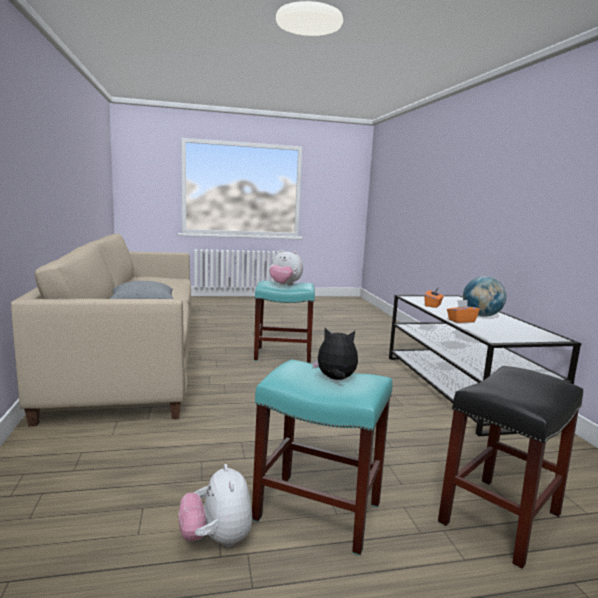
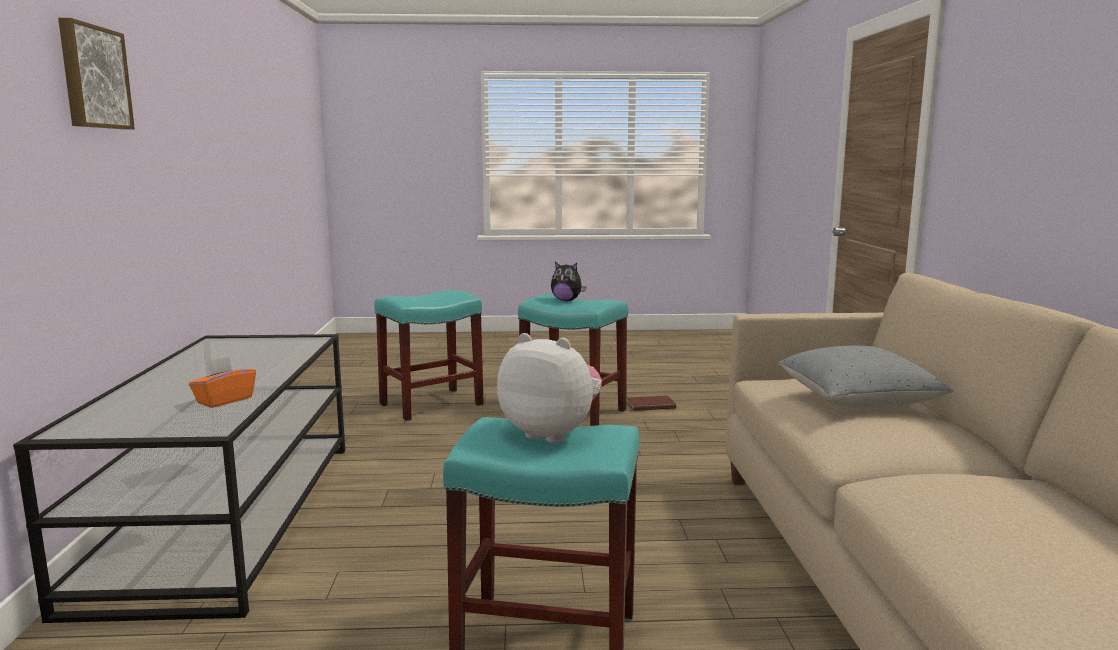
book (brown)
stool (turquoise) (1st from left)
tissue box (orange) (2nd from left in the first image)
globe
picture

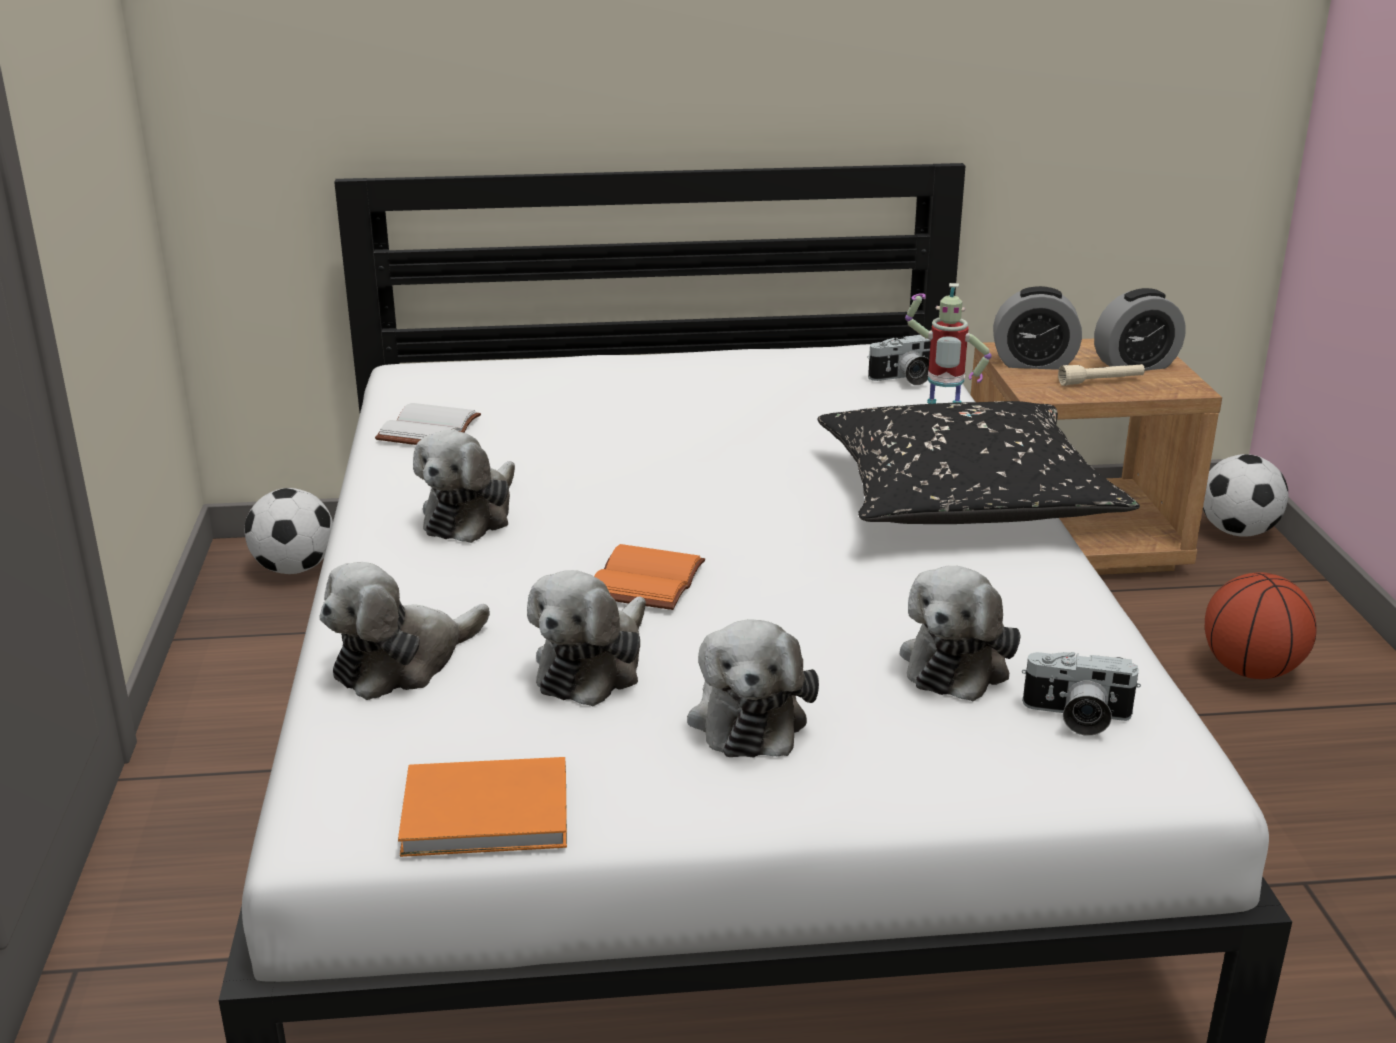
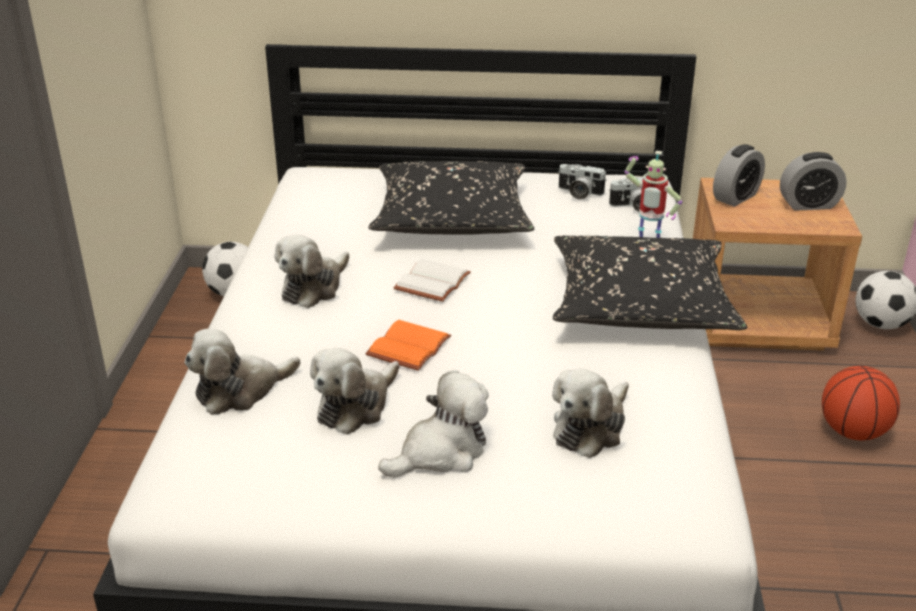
book (white)
book (orange) (1st from left in the first image)
plush toy (4th from left)
alarm clock (1st from left)
photo camera (1st from left)
flashlight (beige)
pillow (black) (1st from left)

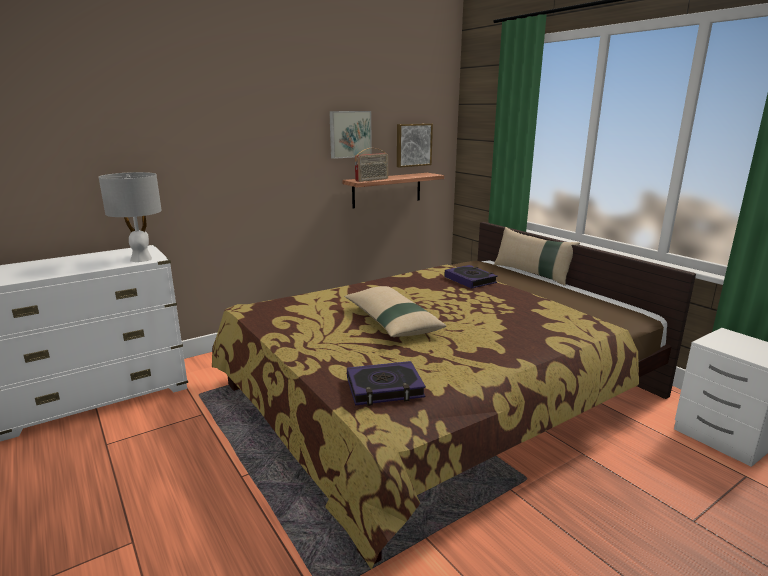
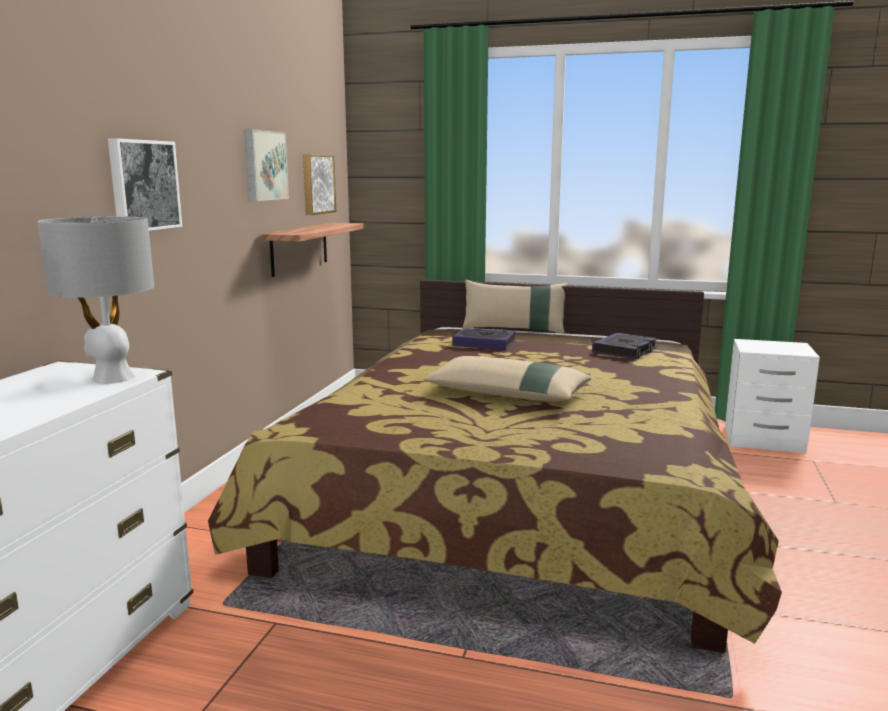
book (2nd from left)
radio
picture (1st from left)

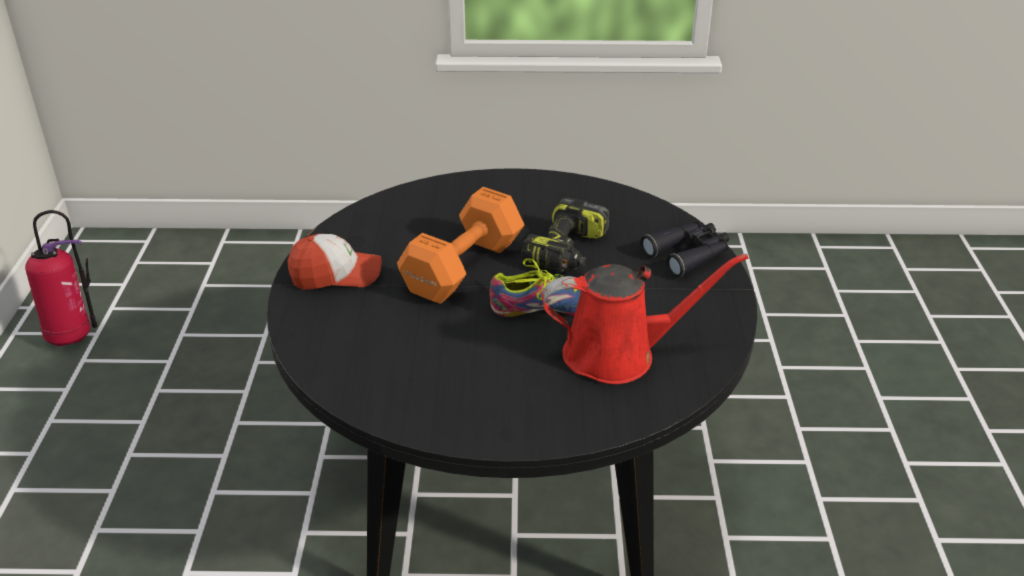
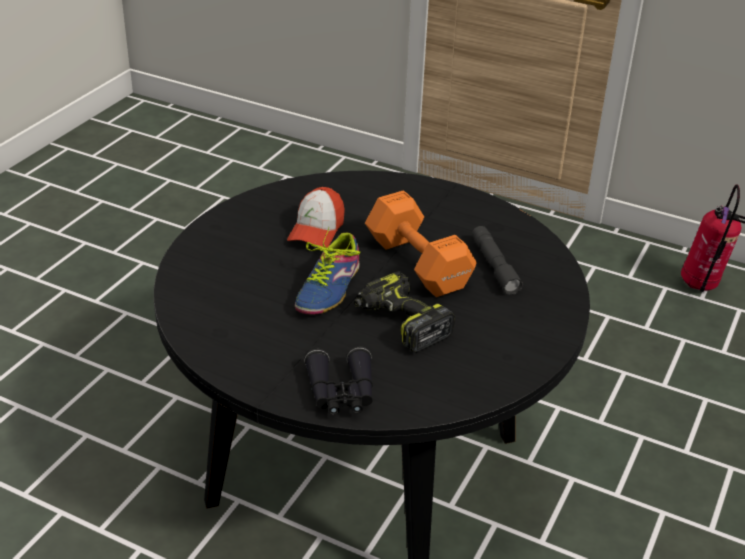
cap
watering can (red)
flashlight (grey)

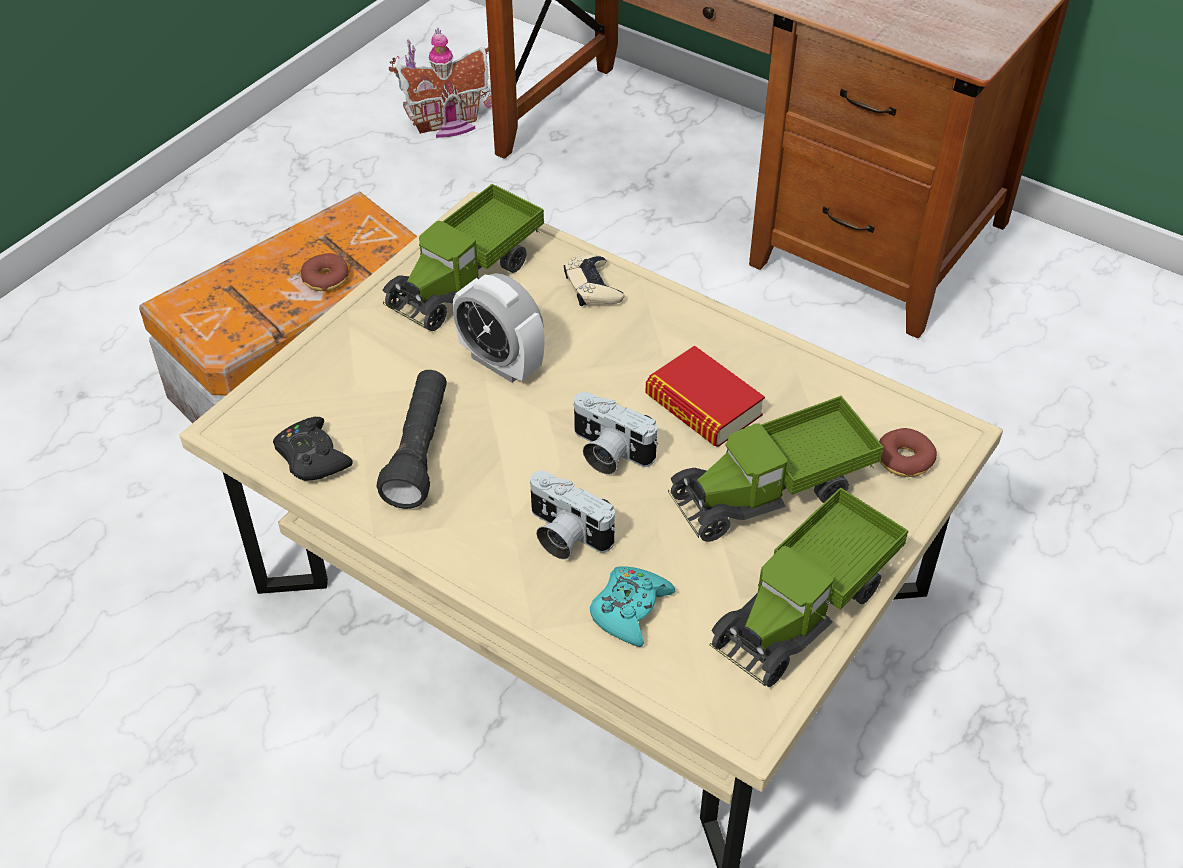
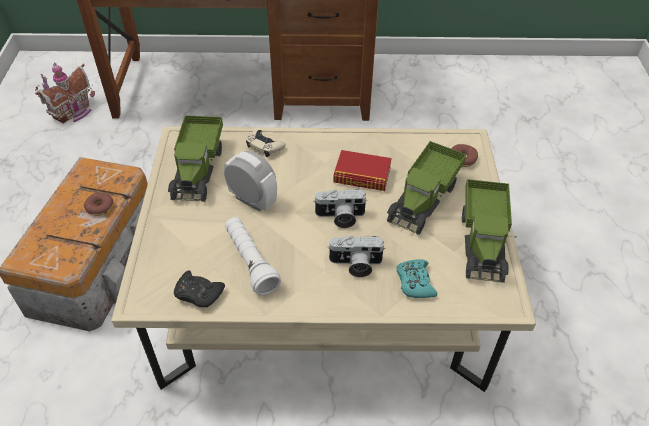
flashlight (white)
alarm clock

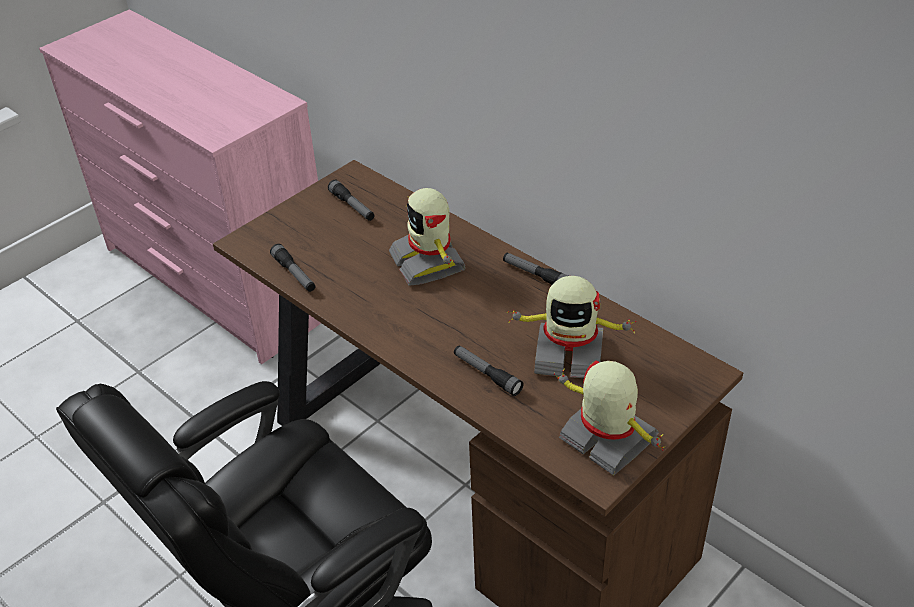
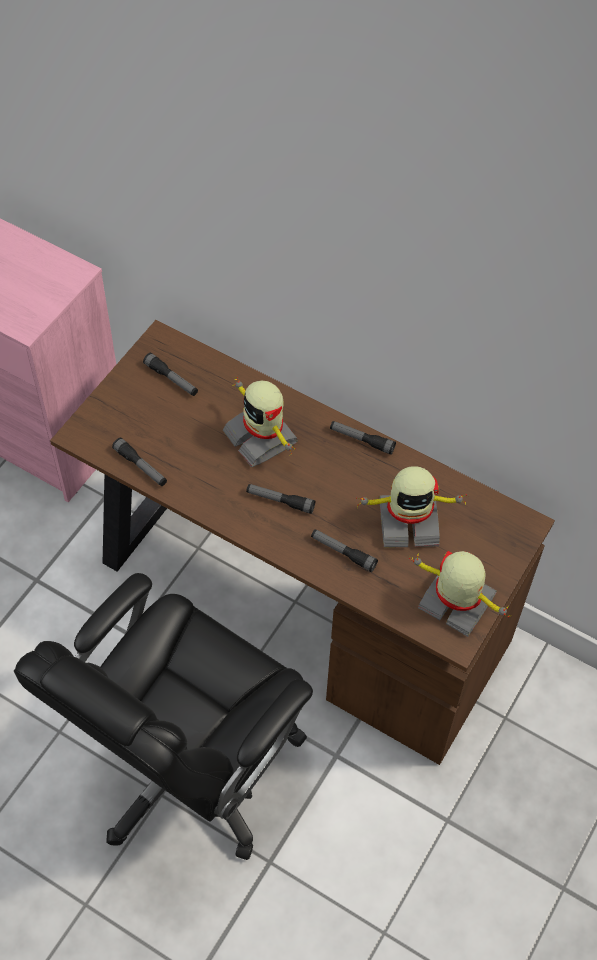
flashlight (3rd from left)

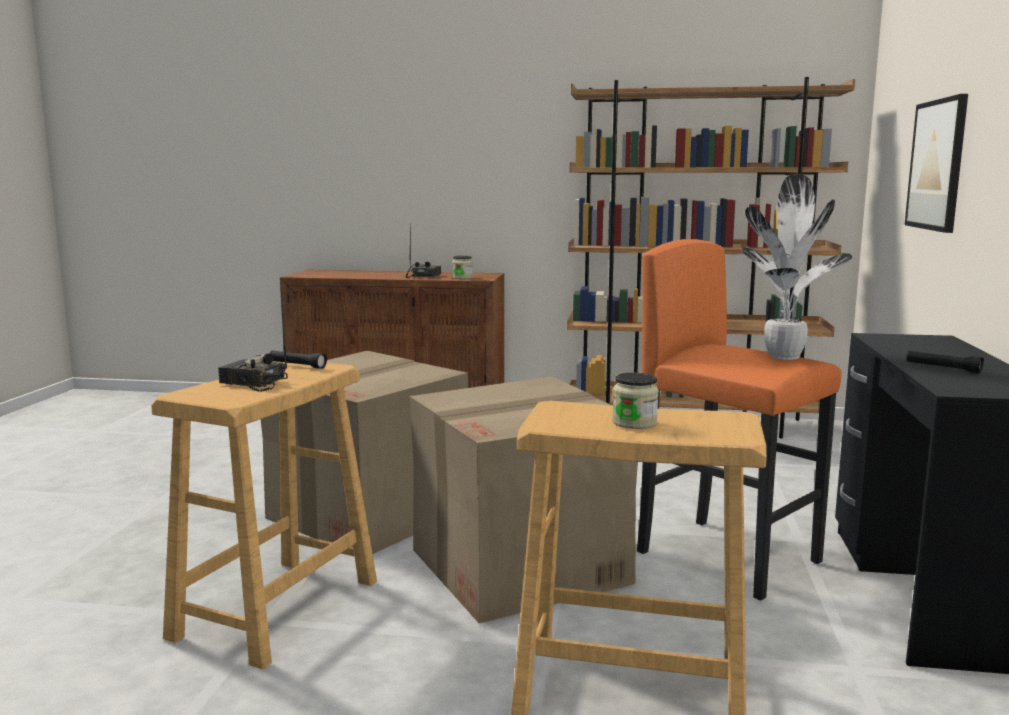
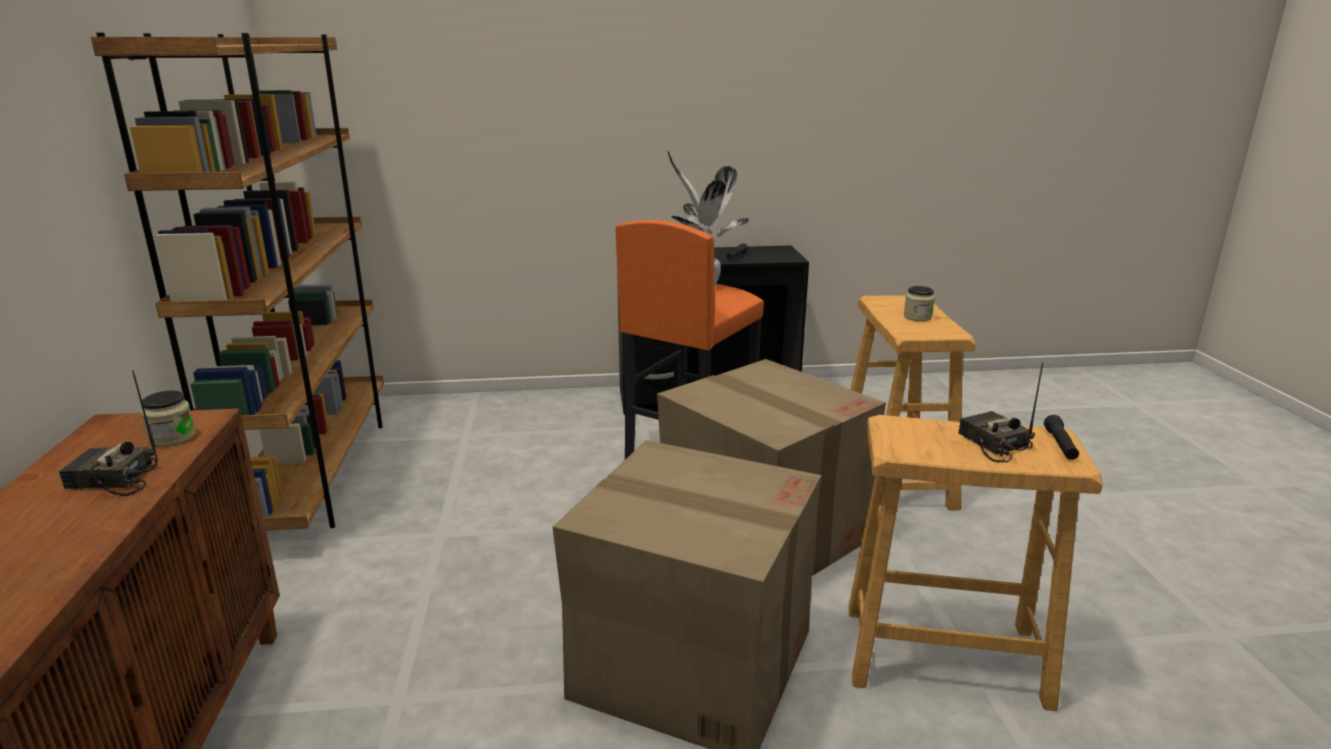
radio (2nd from left)
flashlight (black) (2nd from left)
picture

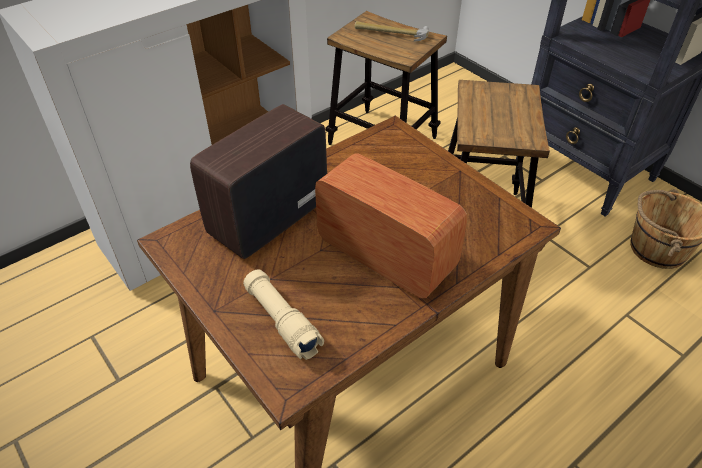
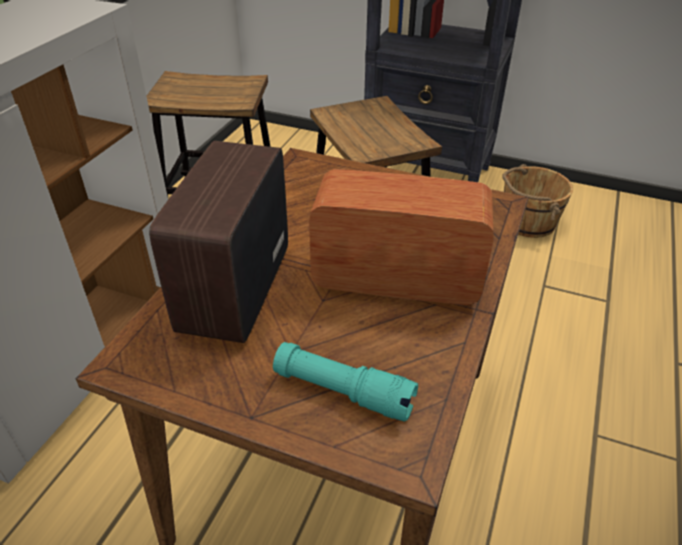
flashlight (turquoise)
hammer

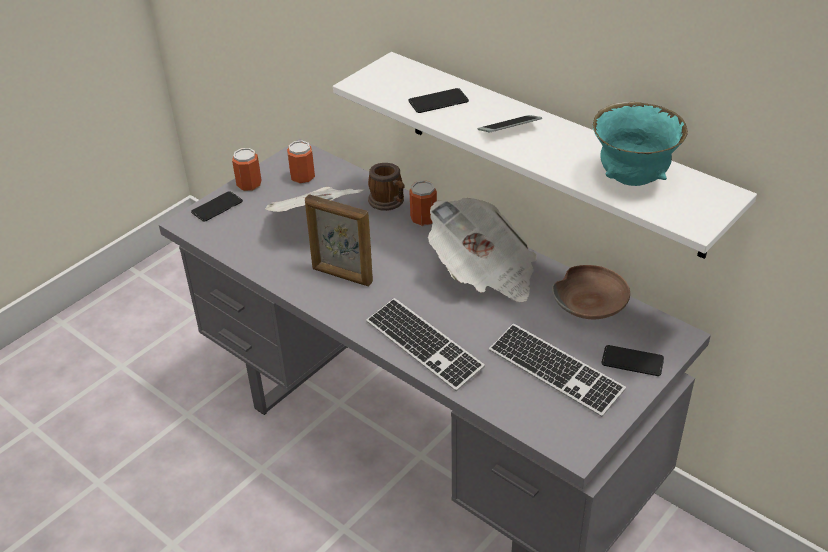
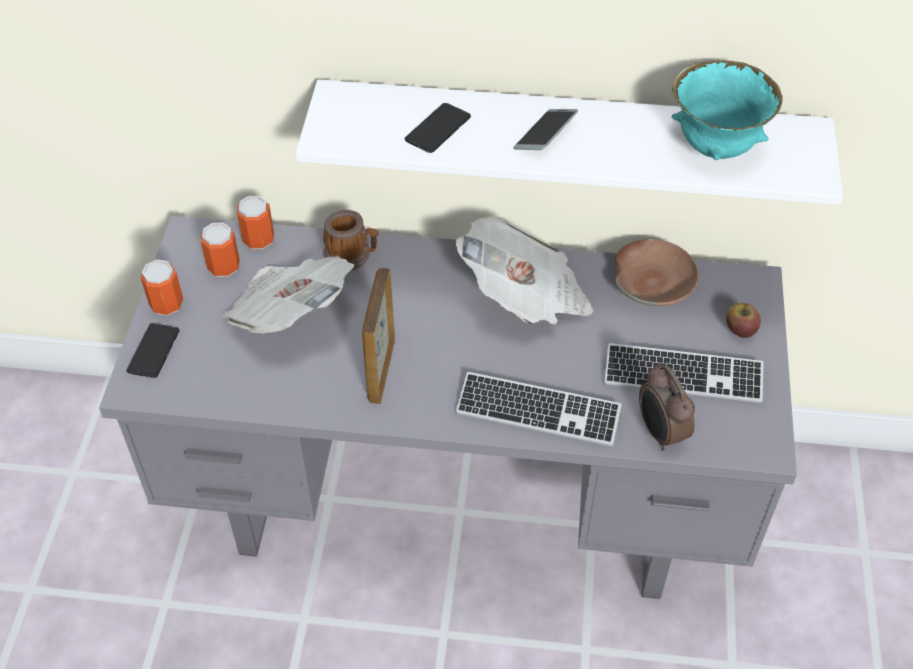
picture frame
can (3rd from left)
apple
alarm clock

